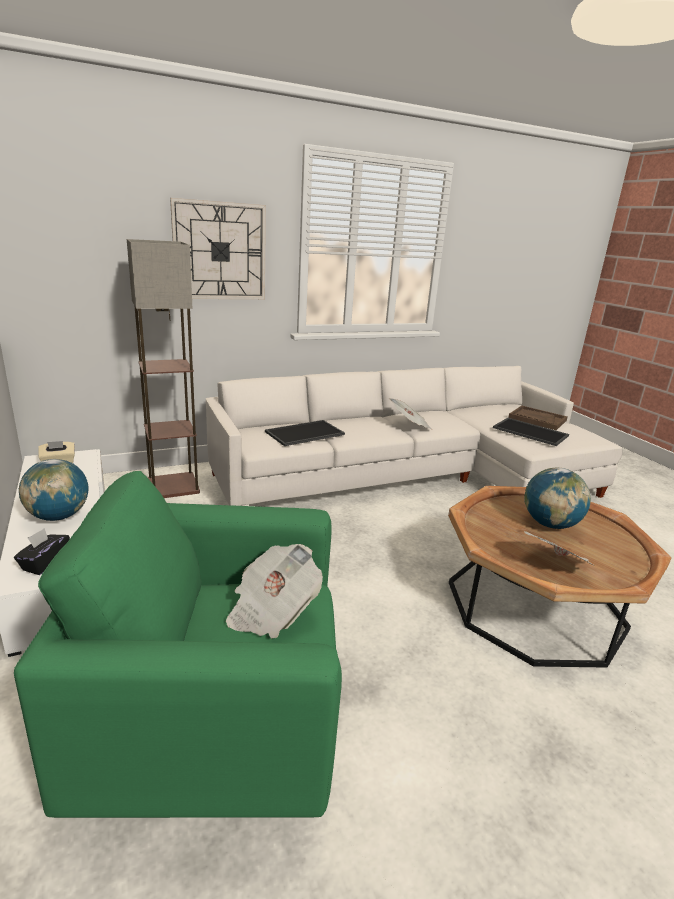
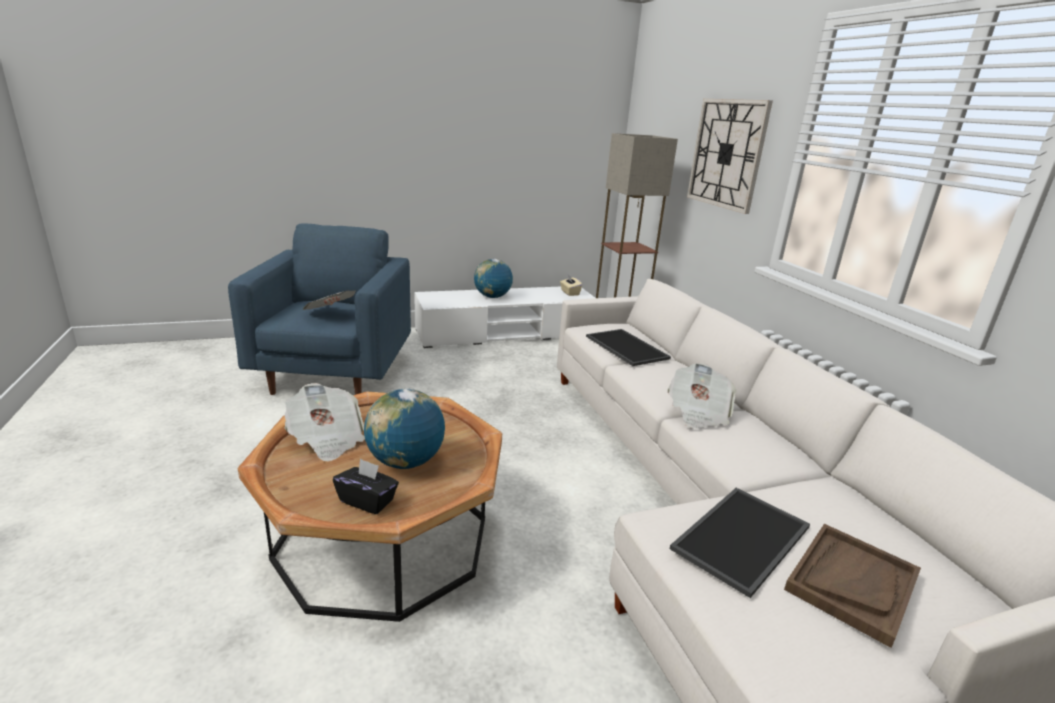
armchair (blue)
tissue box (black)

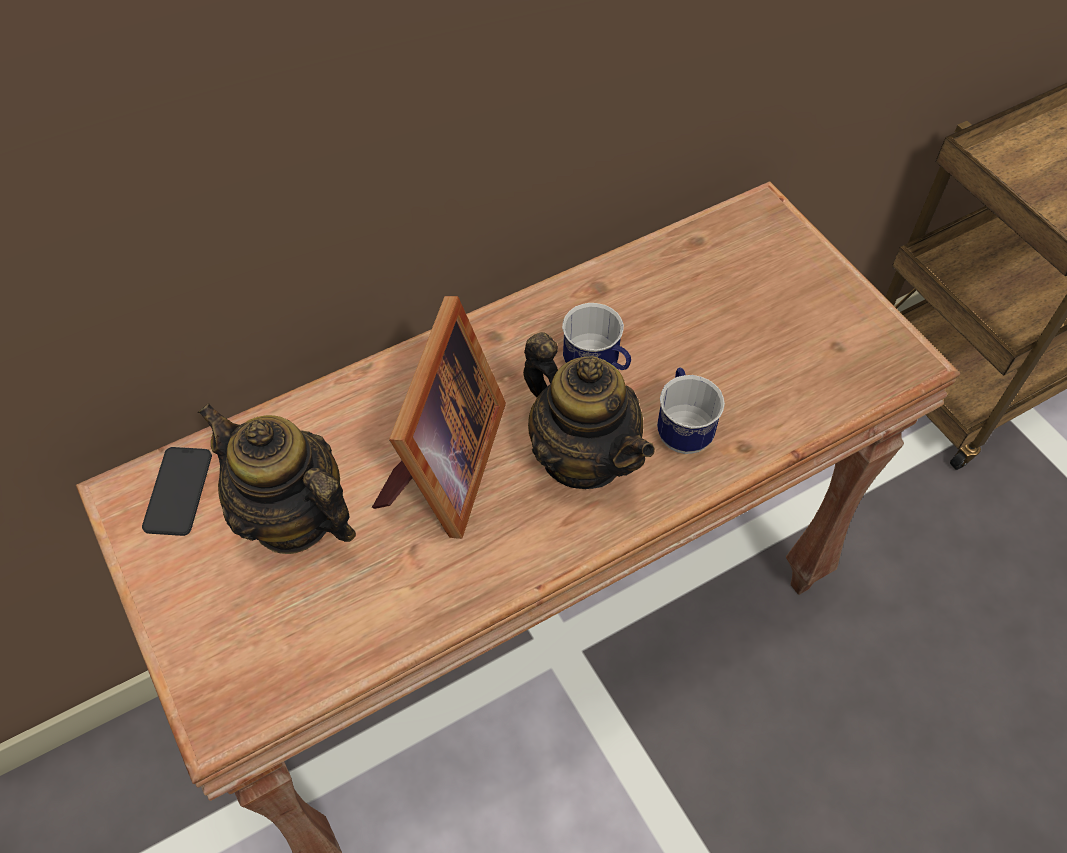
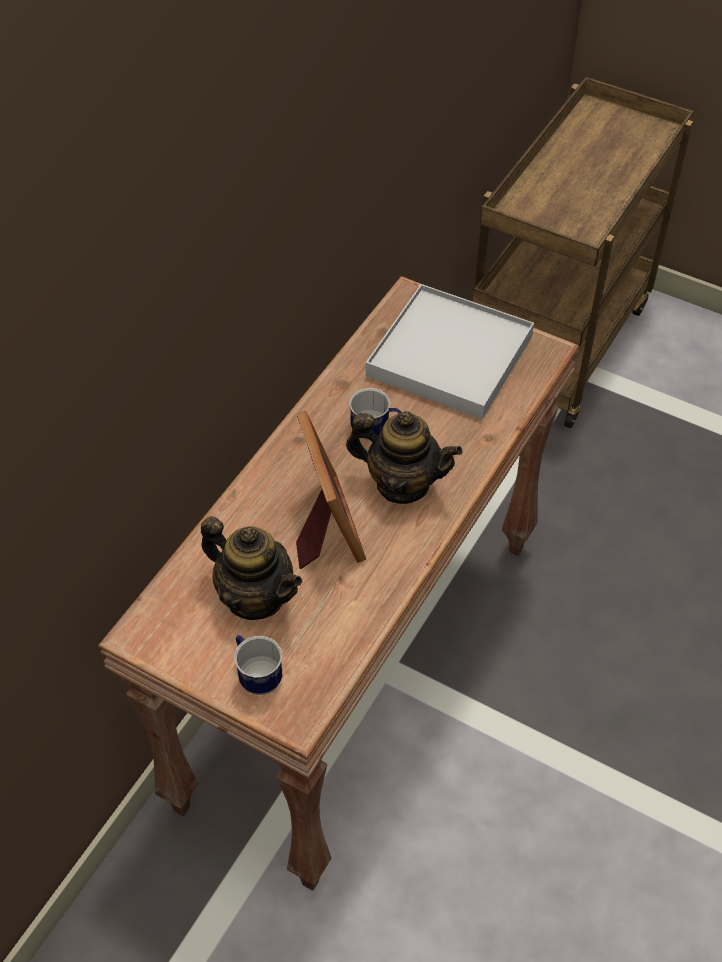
phone
teapot (1st from left)
mug (1st from left)
tray (white)

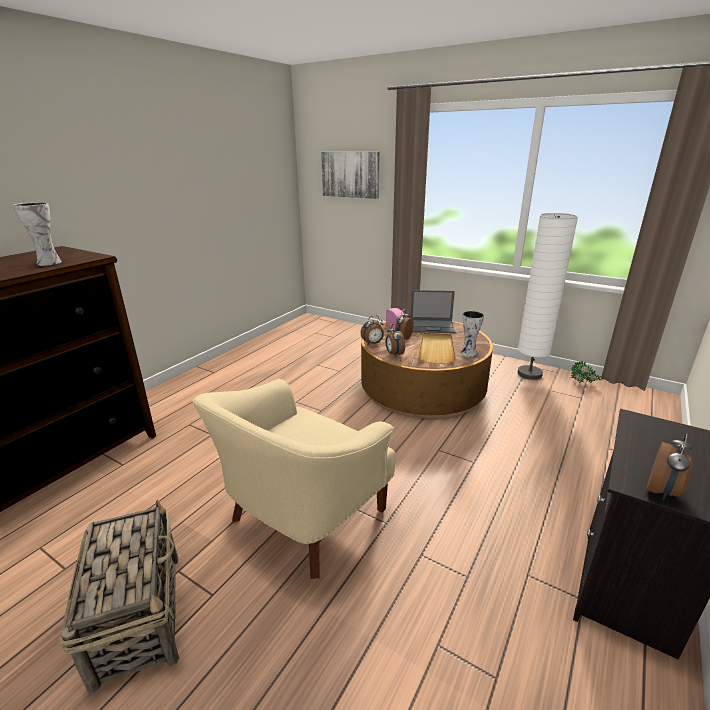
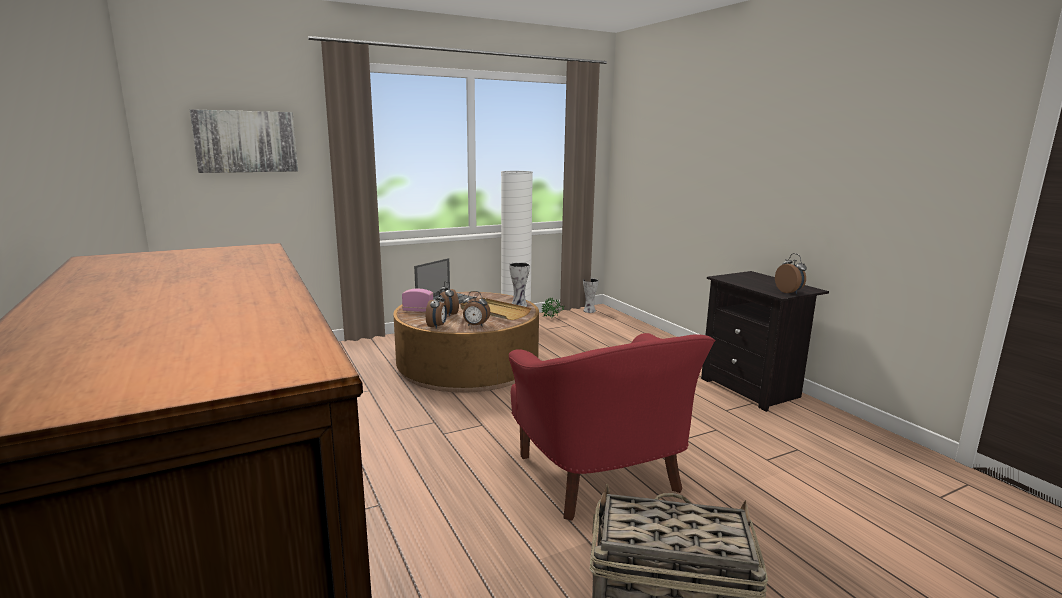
vase (2nd from left)
armchair (red)

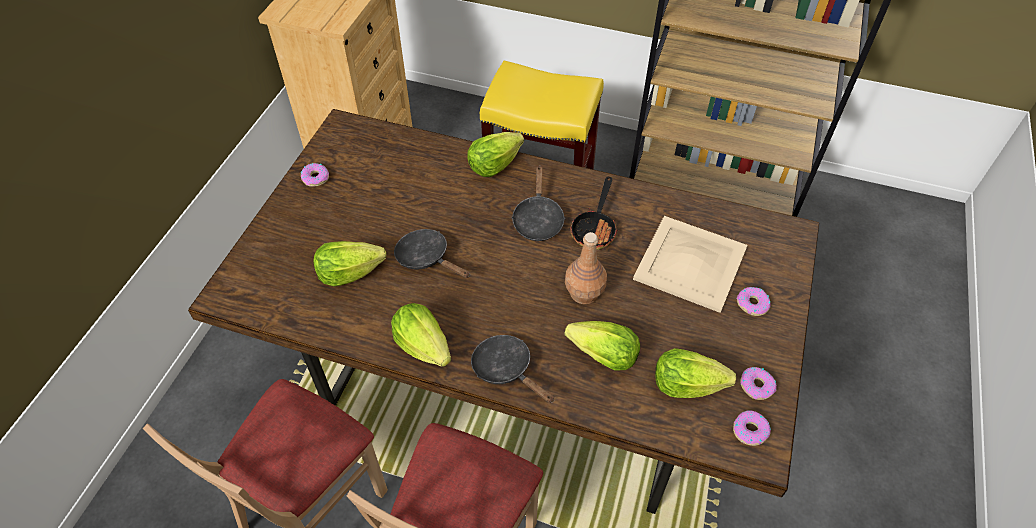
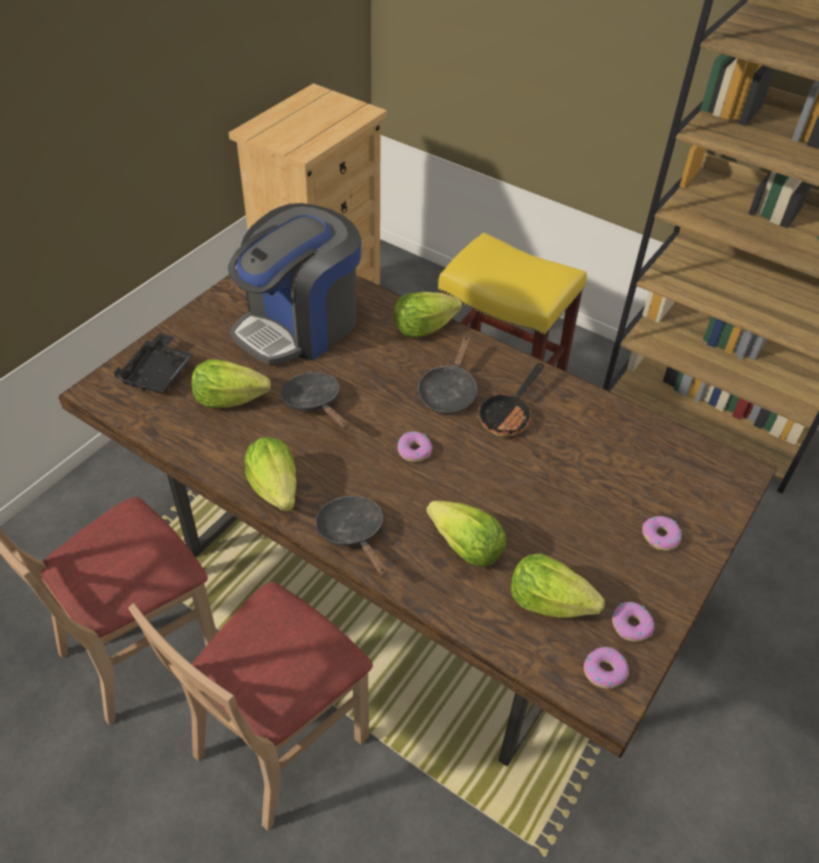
donut (1st from left)
bottle (brown)
tray (beige)
tray (black)
coffee machine

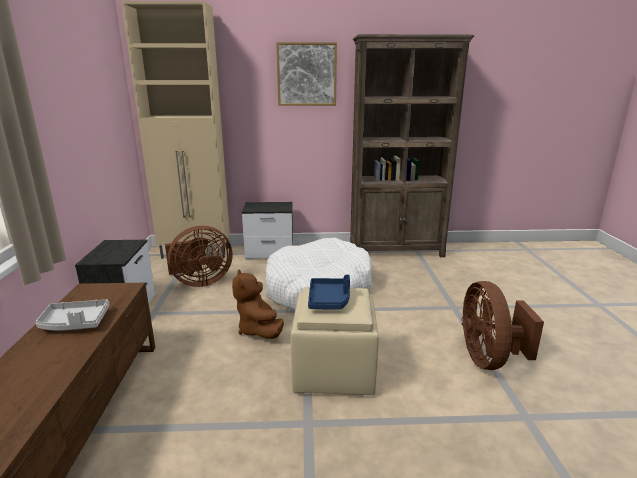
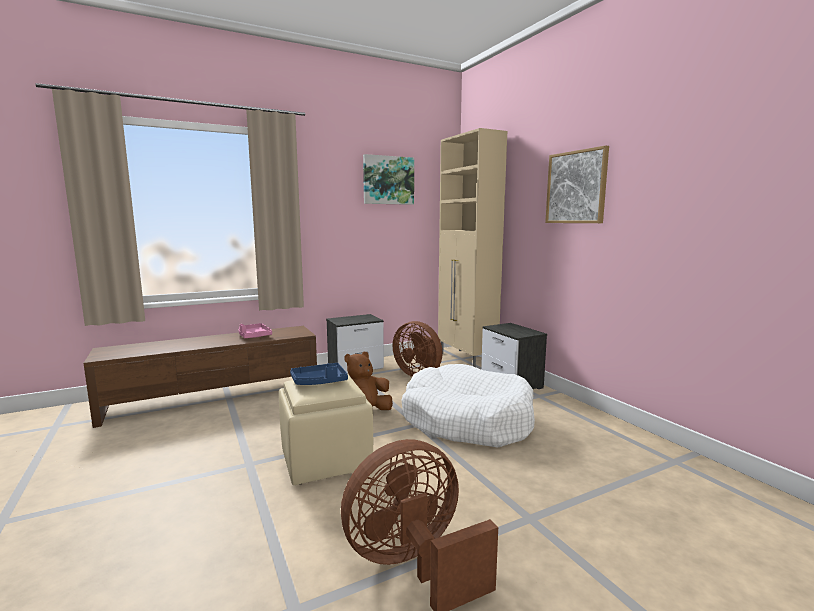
tray (pink)
bookcase (brown)
picture (1st from left)

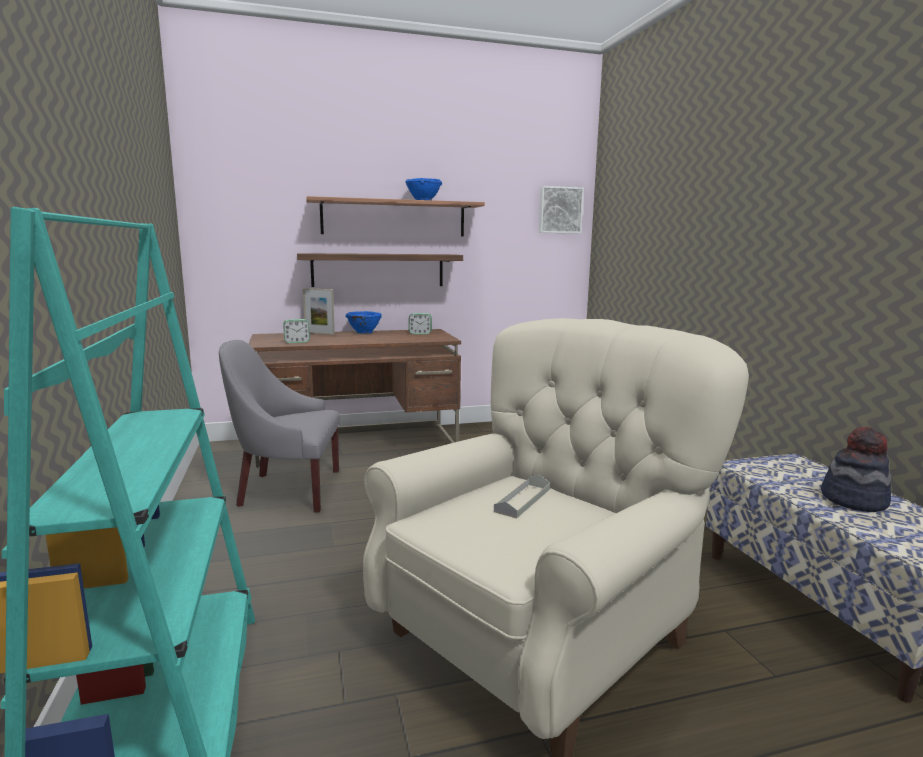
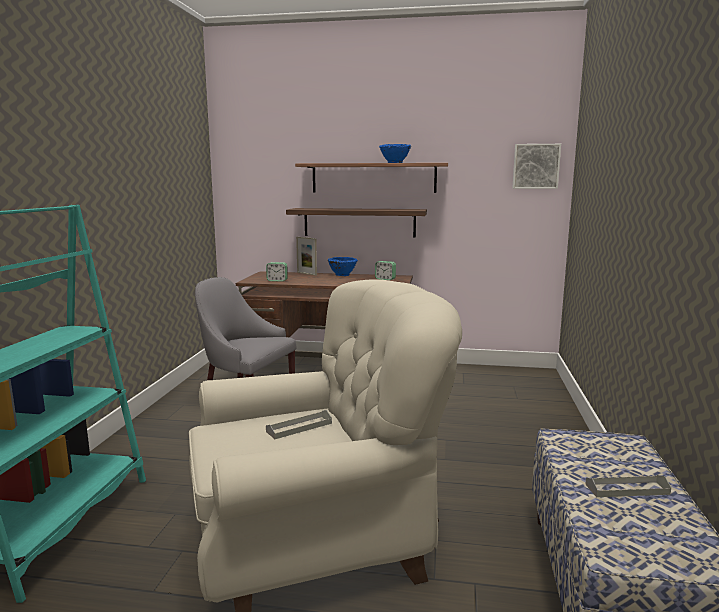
tray (grey) (2nd from left)

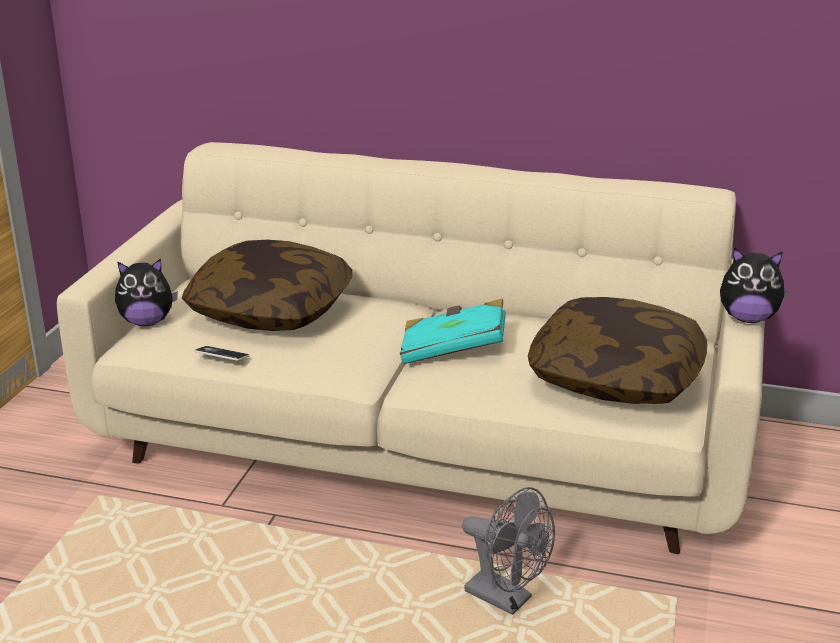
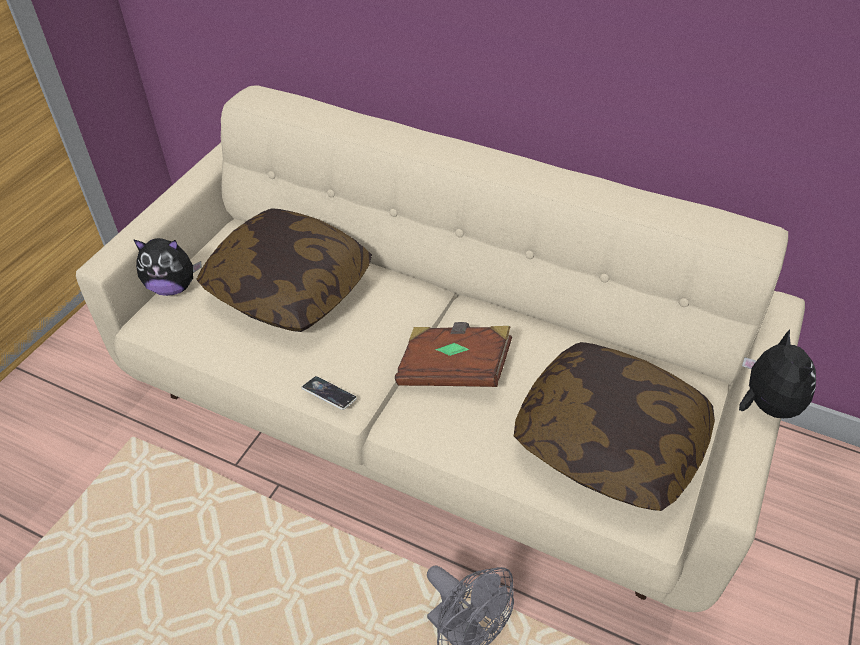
phone
book (brown)
plush toy (2nd from left)

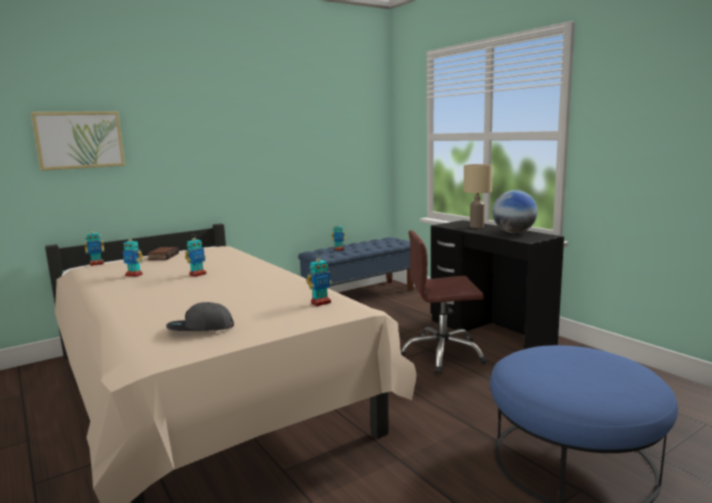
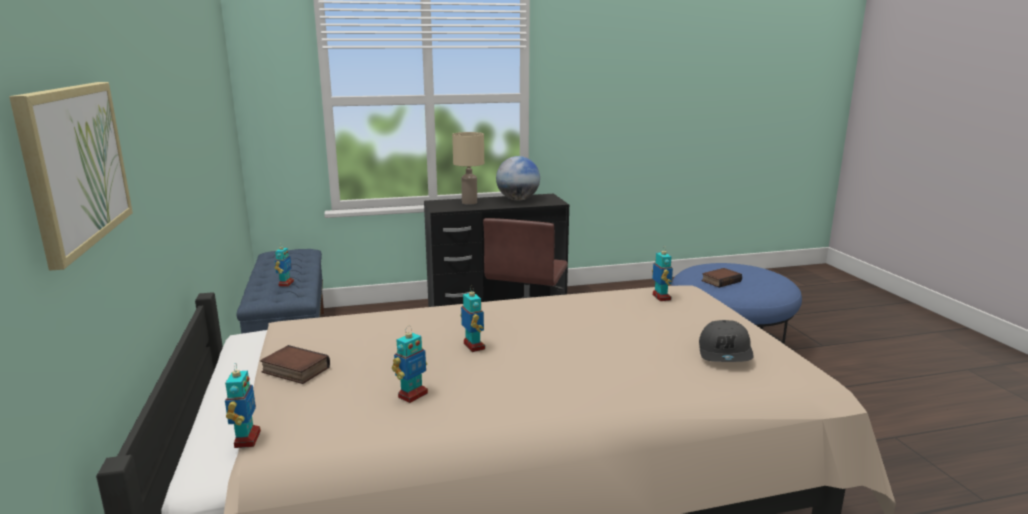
book (2nd from left)

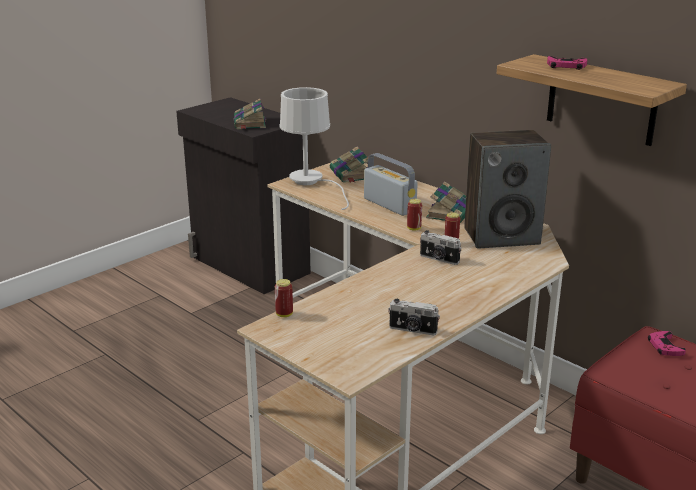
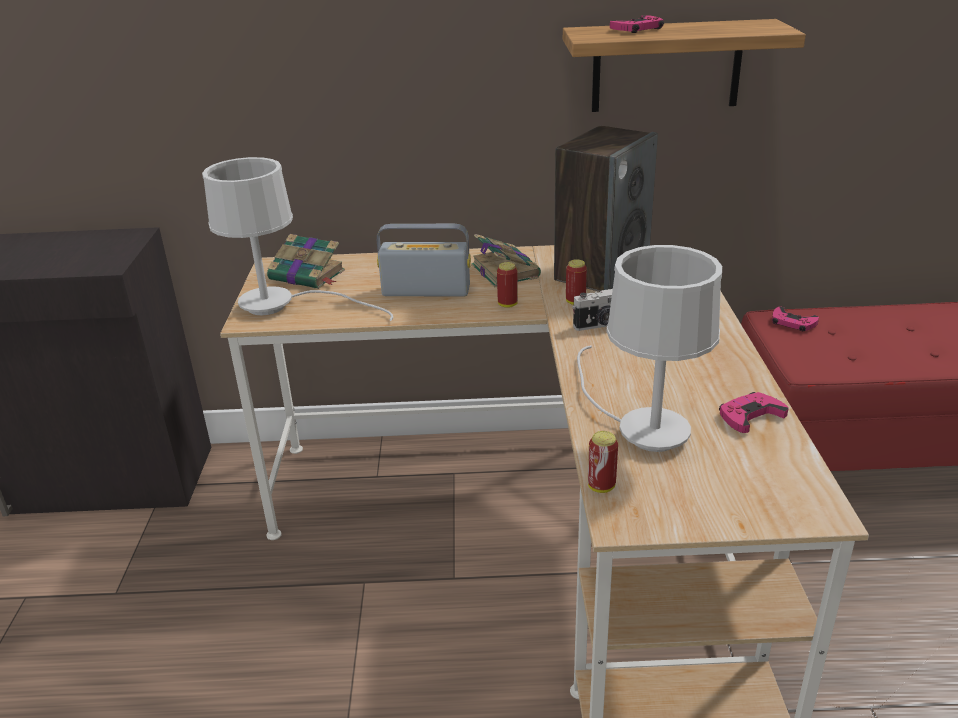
book (1st from left in the first image)
game controller (pink) (2nd from left)
table lamp (white) (2nd from left)

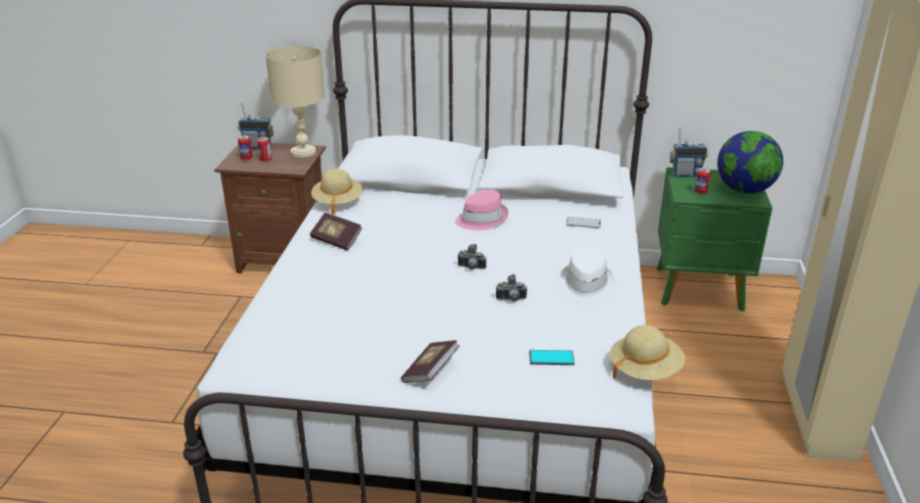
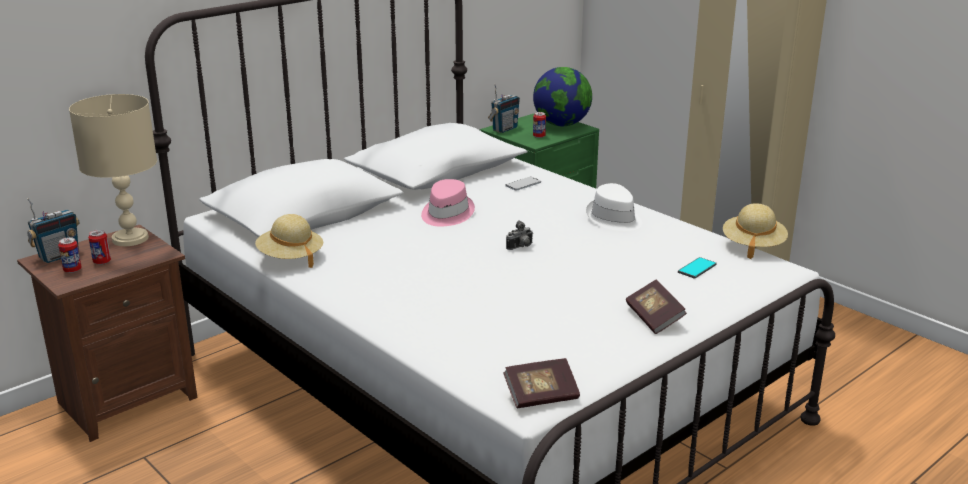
book (1st from left)
photo camera (2nd from left in the first image)

